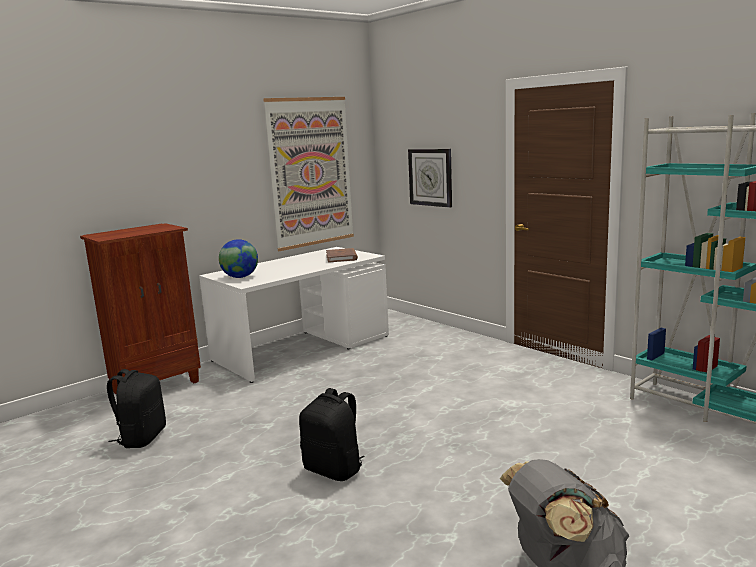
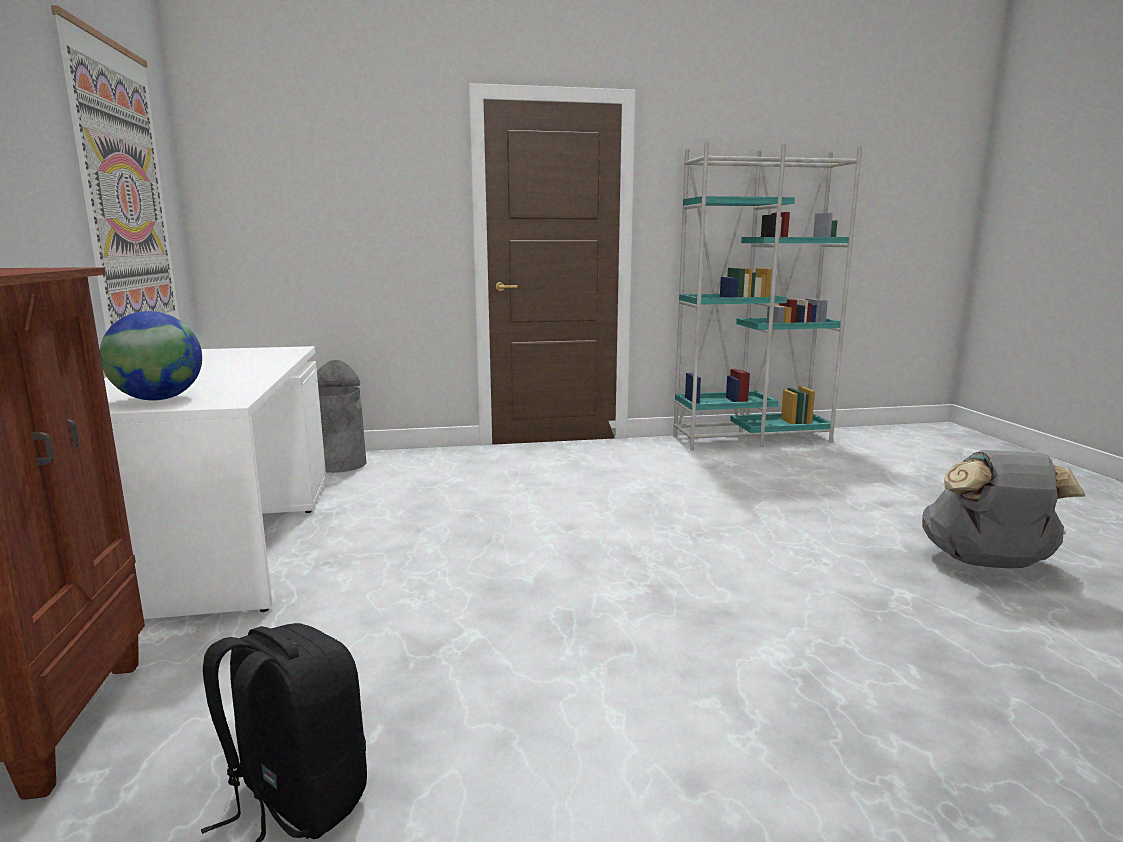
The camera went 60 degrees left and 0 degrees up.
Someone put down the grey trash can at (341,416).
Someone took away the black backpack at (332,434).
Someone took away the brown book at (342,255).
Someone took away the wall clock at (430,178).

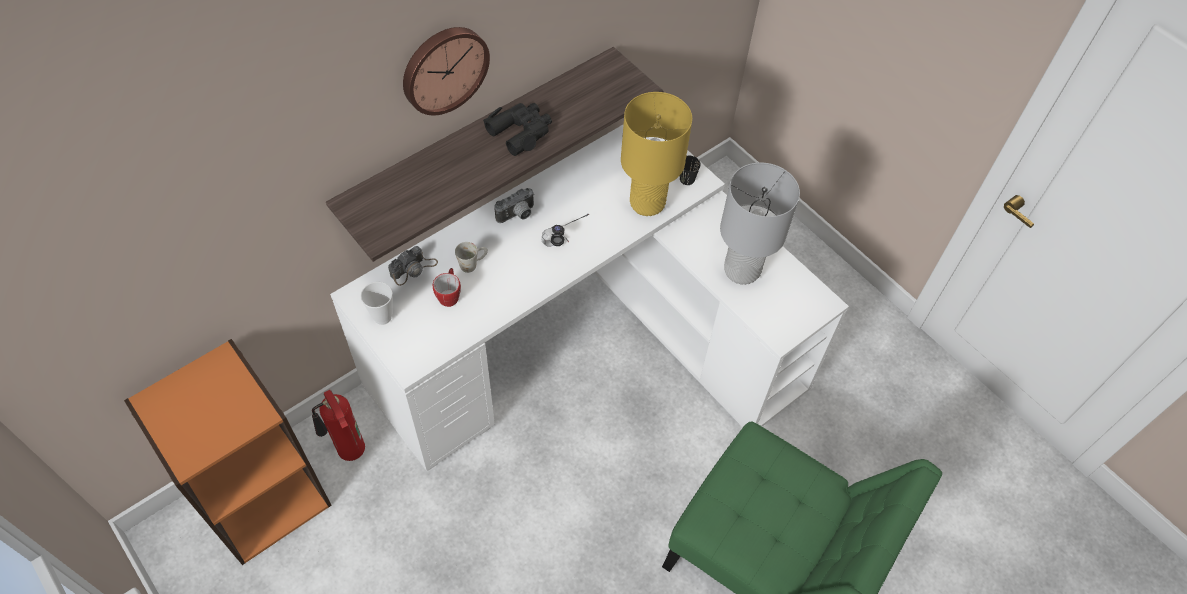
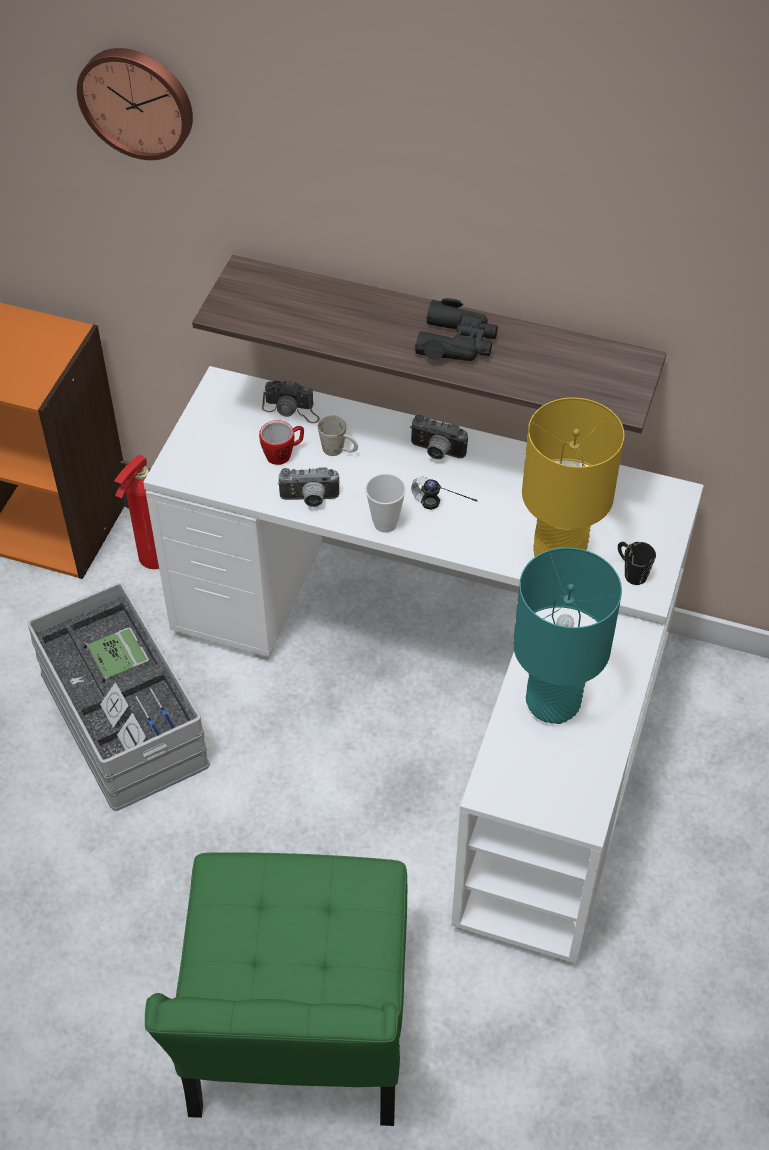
The camera went 60 degrees right and 5 degrees down.
Someone put down the grey storage box at (119,697).
Someone carried the wall clock from (446,71) to (135,104).
Someone put down the photo camera at (309,487).
Someone carried the cup from (377,303) to (385,503).
Someone repainted the grey table lamp at (760,223), which became the turquoise table lamp at (567,635).

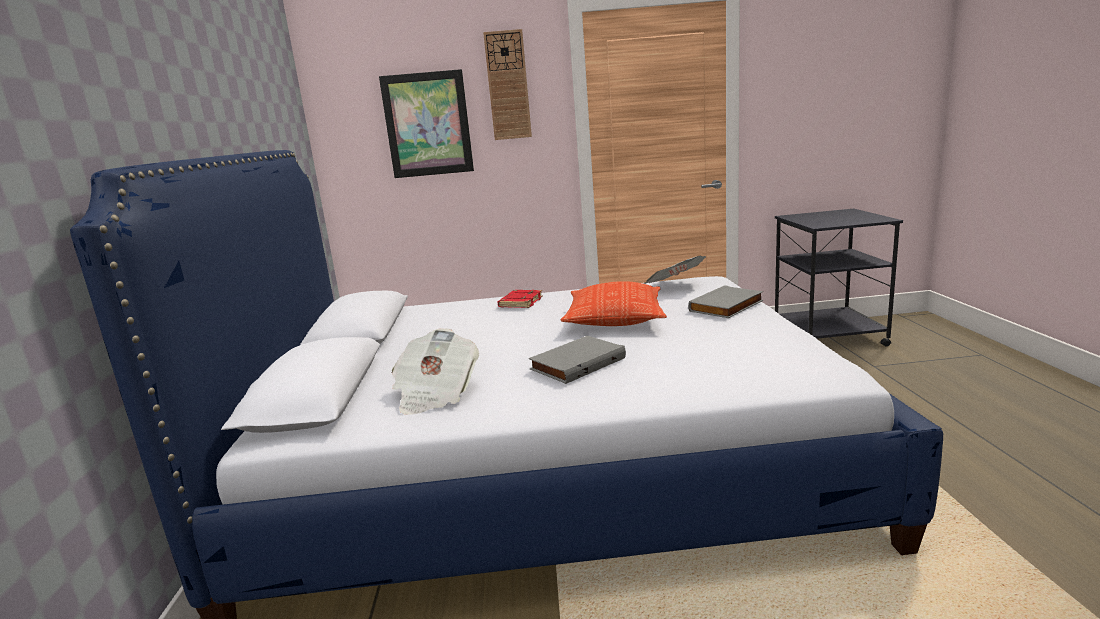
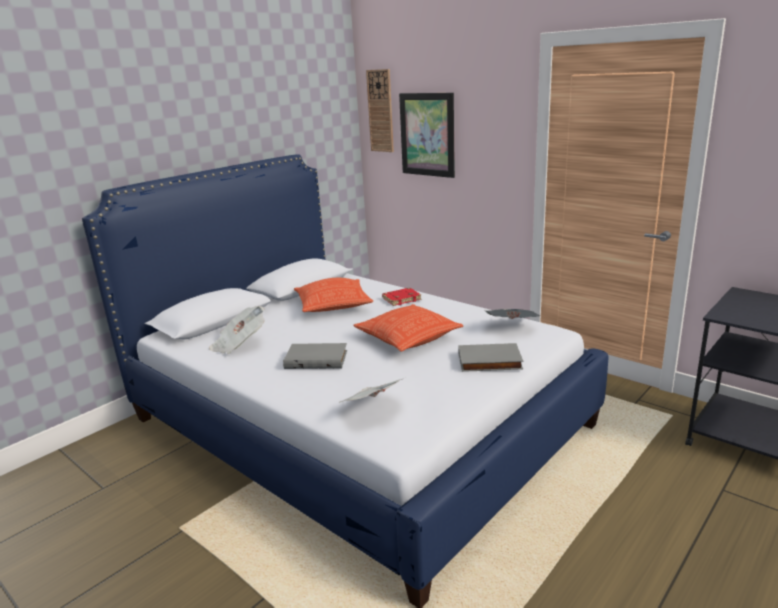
The camera went 45 degrees right and 5 degrees up.
Someone put down the orange pillow at (333,295).
Someone put down the newspaper at (371,390).
Someone carried the wall clock from (507,84) to (380,110).

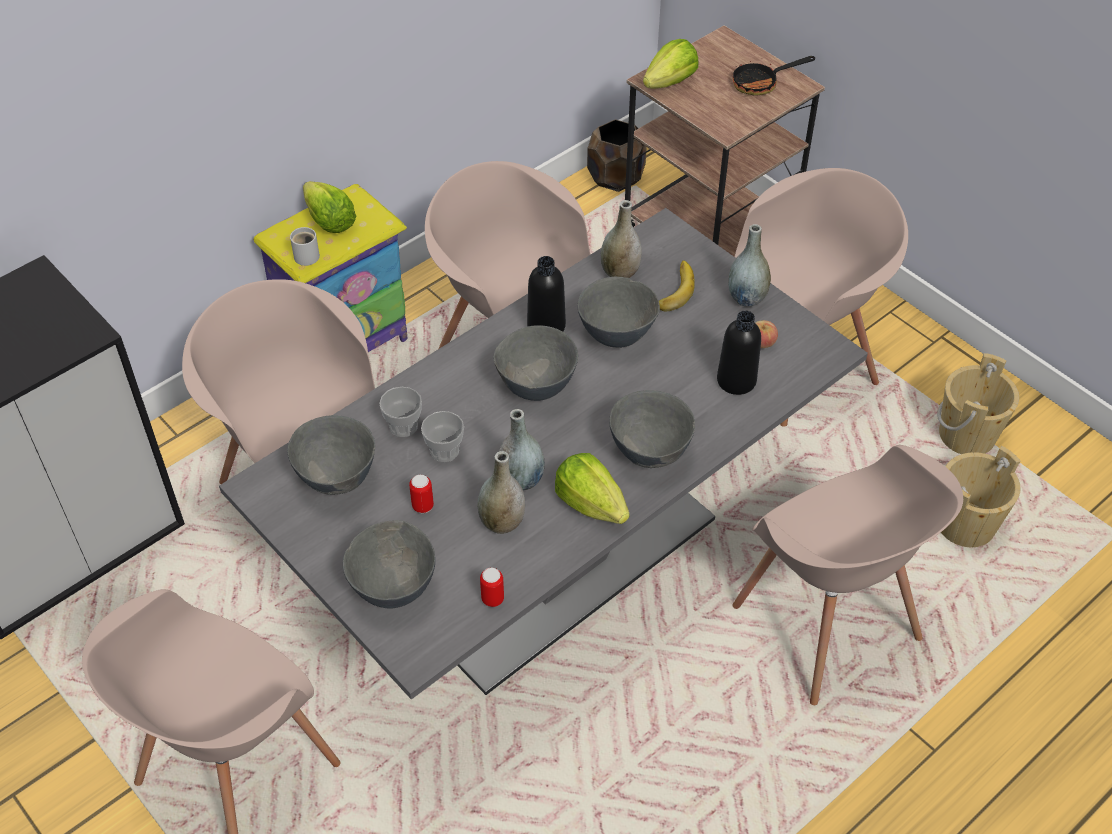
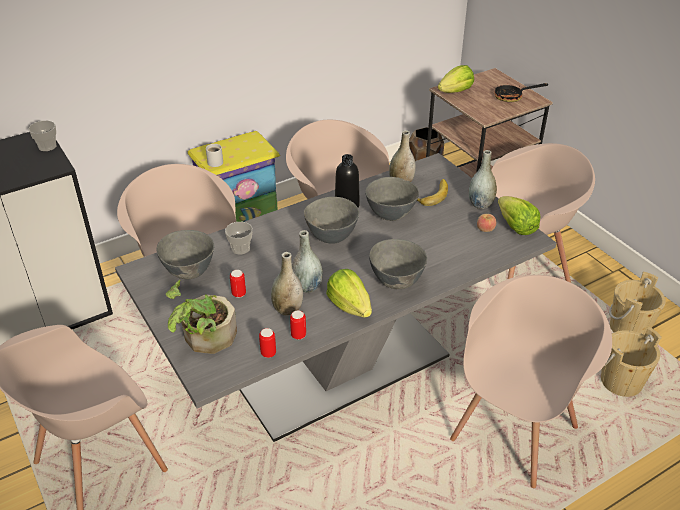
The camera went 10 degrees right and 10 degrees down.
Someone carried the cup from (442,436) to (42,135).
Someone swapped the grey bowl at (389,564) for the potted plant at (201,317).
Someone put down the can at (298,325).
Someone rotated the beige chair at (847,575) by 120 degrees counterclockwise.
Someone carried the lettuce from (329,207) to (519,215).
Someone took away the black bottle at (739,353).

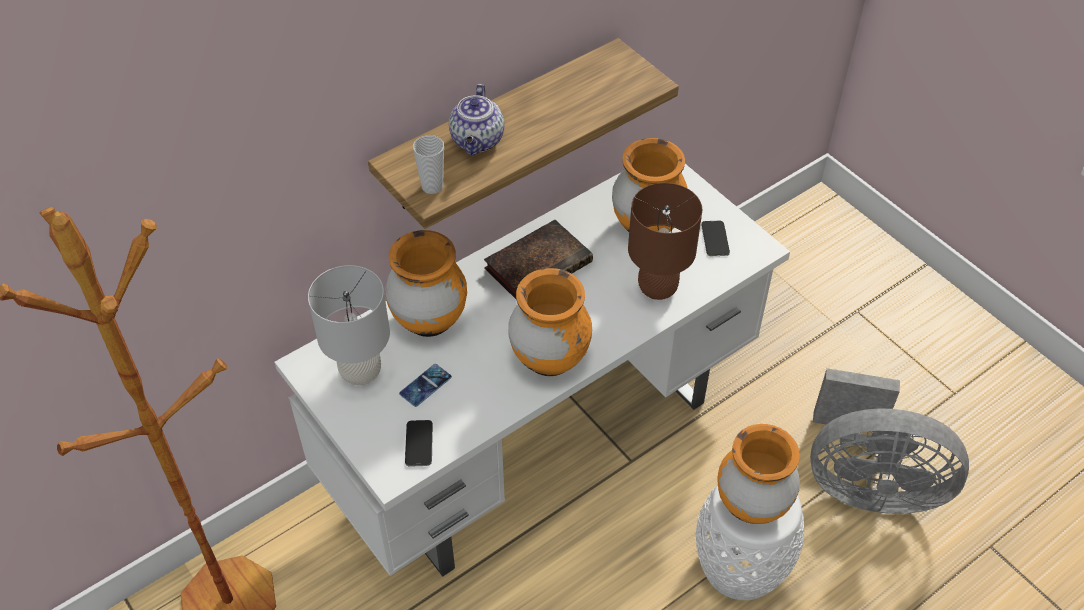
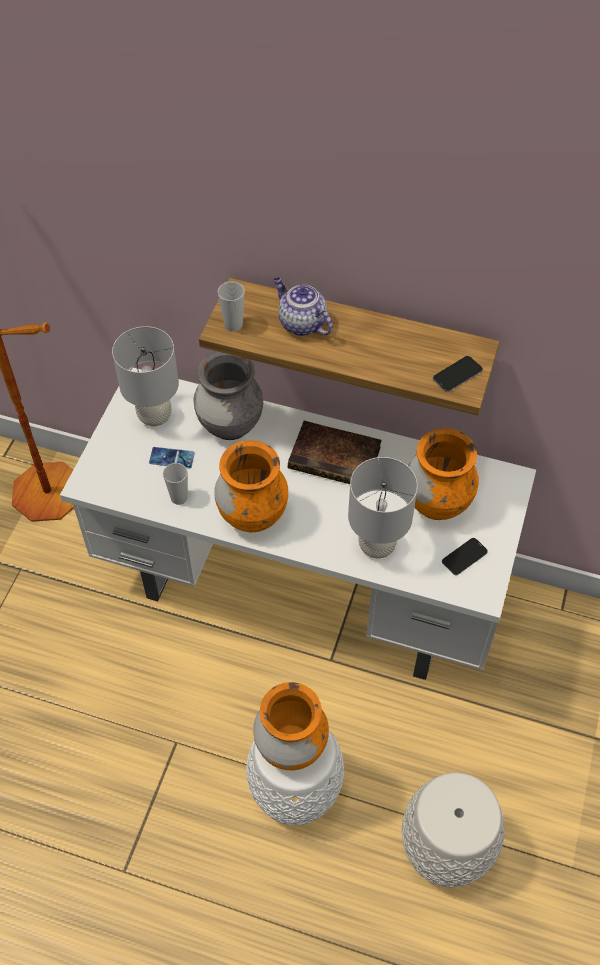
The camera went 55 degrees right and 5 degrees up.
Someone put down the cup at (175,484).
Someone repainted the orange vase at (426,283), which became the grey vase at (228,395).
Someone rotated the teapot at (477,119) by 75 degrees clockwise.
Someone repainted the brown table lamp at (665,241), which became the grey table lamp at (383,507).
Someone swapped the grey fan at (889,441) for the white stool at (453,829).
Someone carried the phone from (419,443) to (458,374).

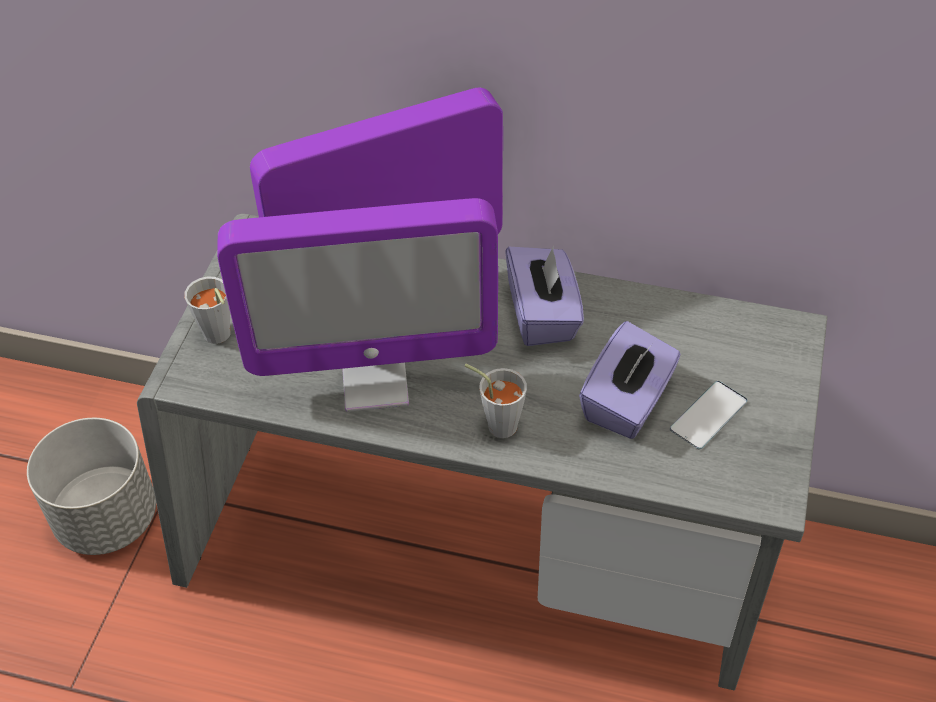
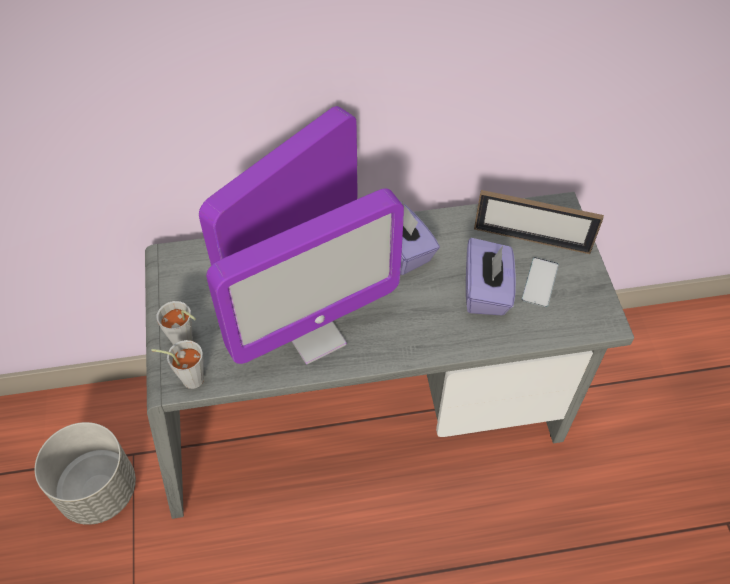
The camera went 25 degrees left and 5 degrees up.
Someone carried the grey cup from (496,401) to (178,364).
Someone put down the picture frame at (539,222).

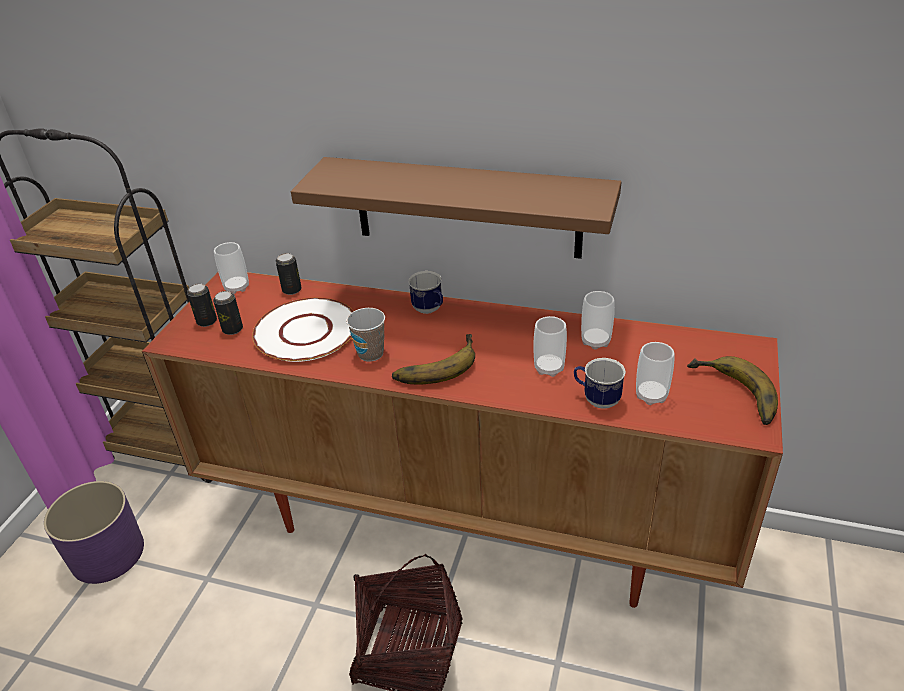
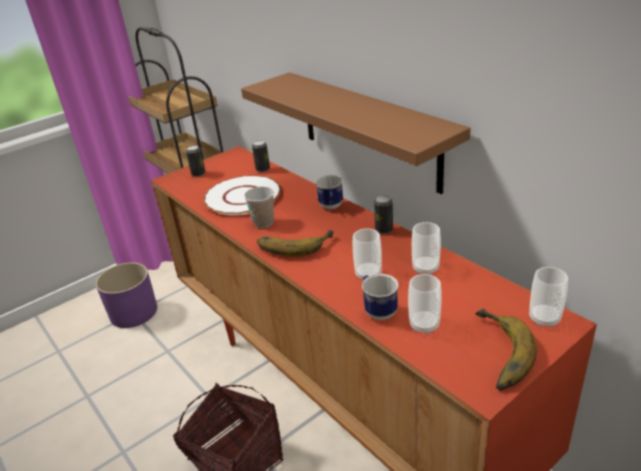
The camera went 35 degrees right and 5 degrees down.
Someone carried the can from (228,313) to (383,214).
Someone carried the cup from (231,268) to (548,297).

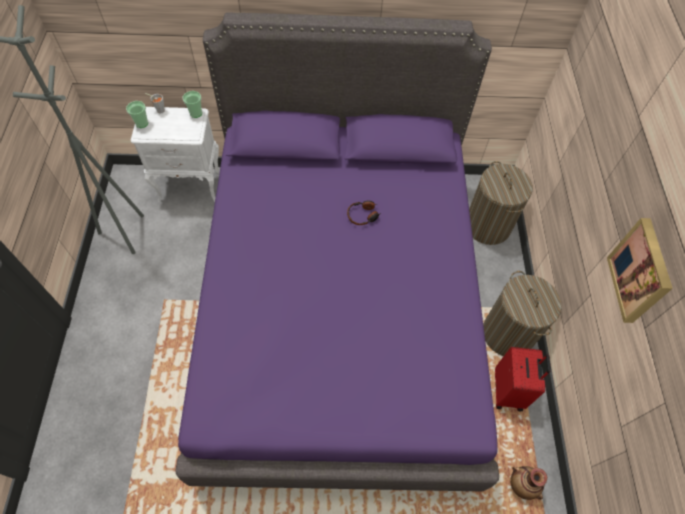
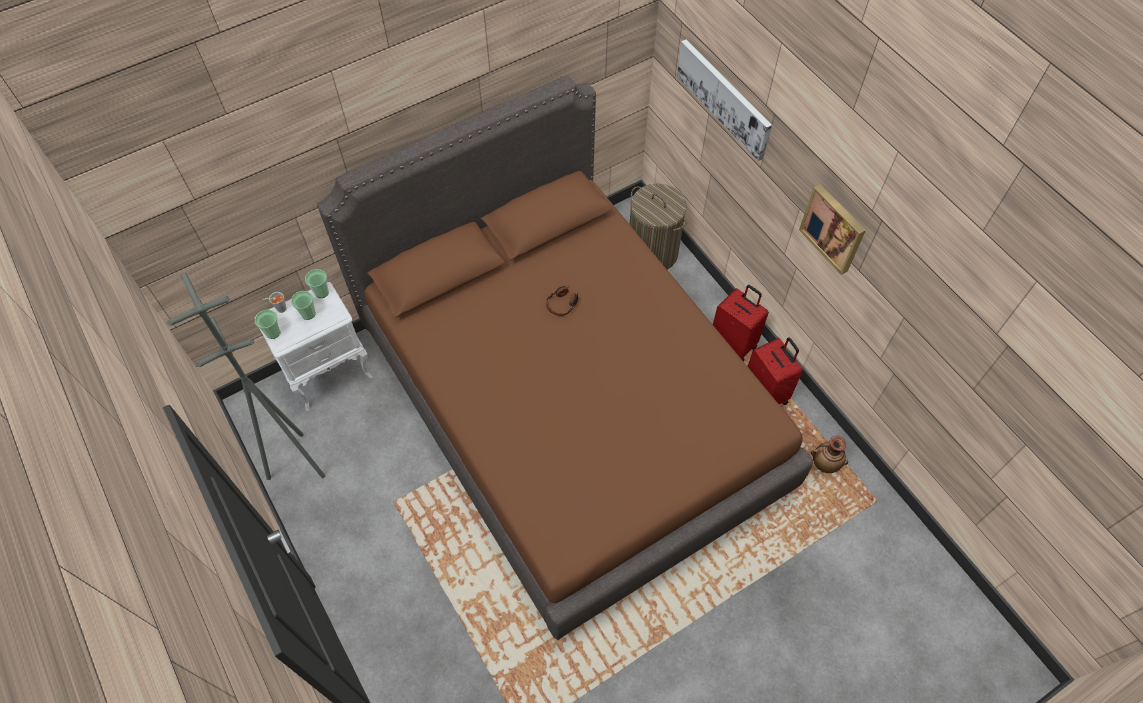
The camera went 30 degrees left and 0 degrees up.
Someone put down the cup at (303,305).
Someone repainted the purple bed at (337,252), which became the brown bed at (565,358).
Someone put up the picture at (724,100).
Someone swapped the laundry basket at (522,313) for the red suitcase at (741,323).

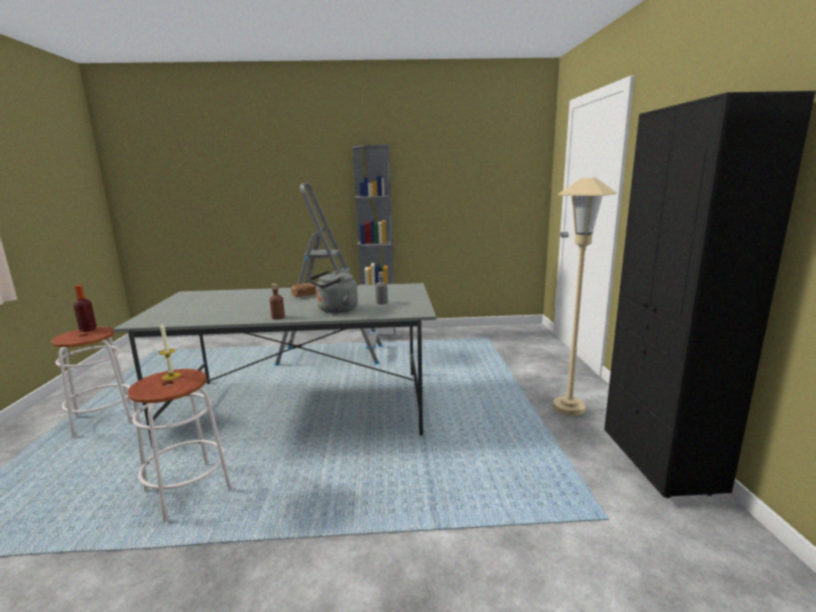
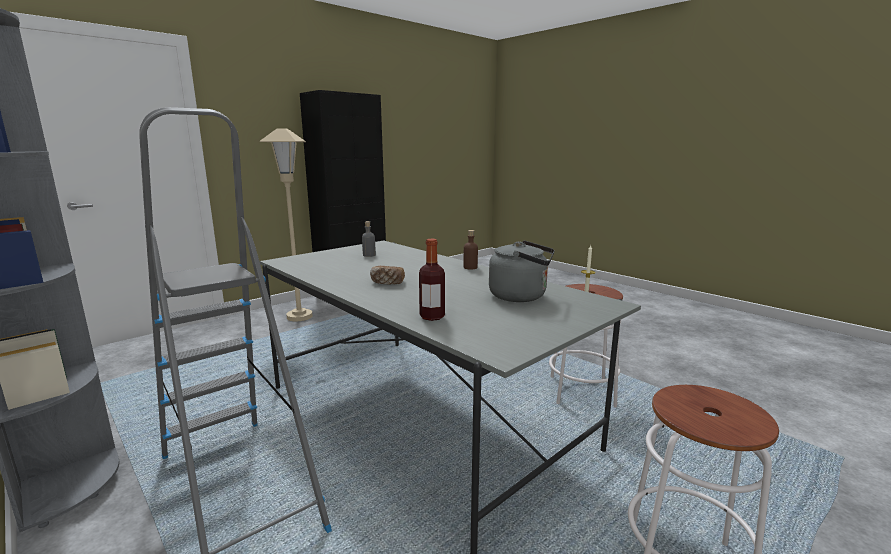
The camera went 130 degrees left and 0 degrees up.
Someone carried the bottle from (85,308) to (432,280).
Someone carried the grey kettle from (333,292) to (522,271).

